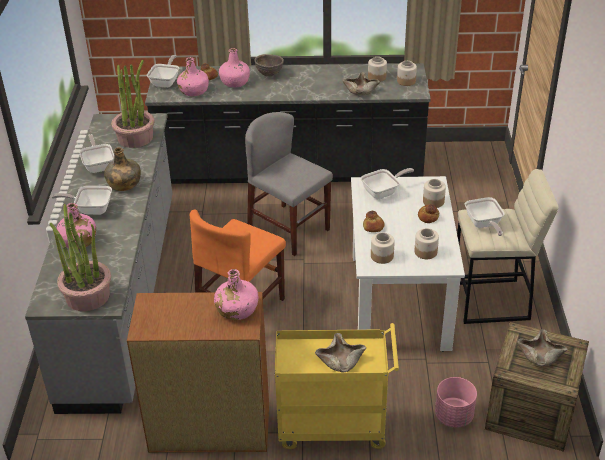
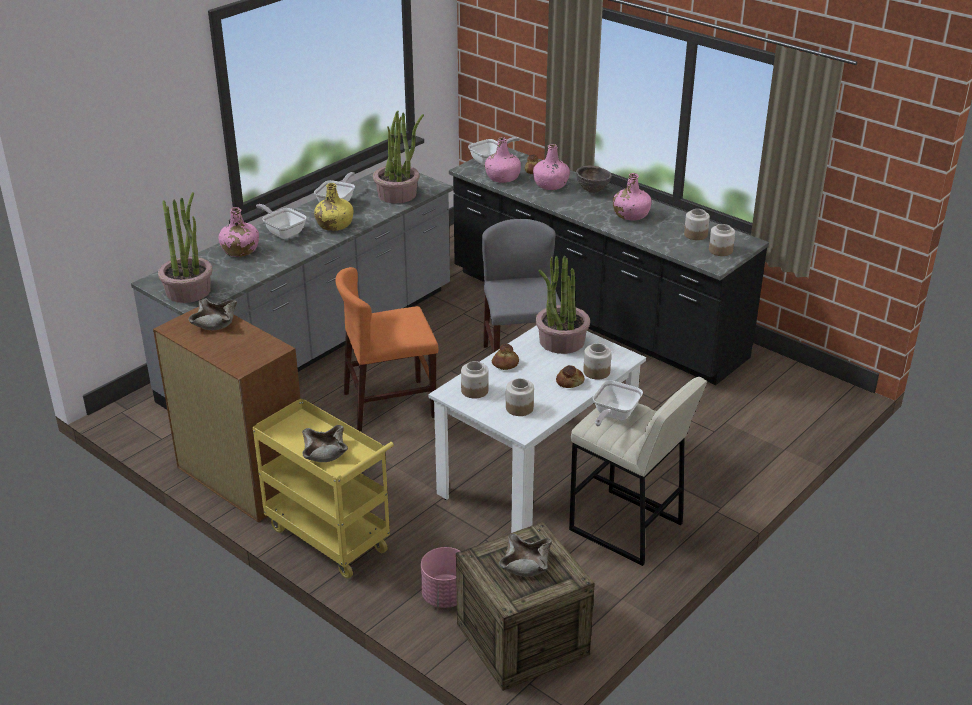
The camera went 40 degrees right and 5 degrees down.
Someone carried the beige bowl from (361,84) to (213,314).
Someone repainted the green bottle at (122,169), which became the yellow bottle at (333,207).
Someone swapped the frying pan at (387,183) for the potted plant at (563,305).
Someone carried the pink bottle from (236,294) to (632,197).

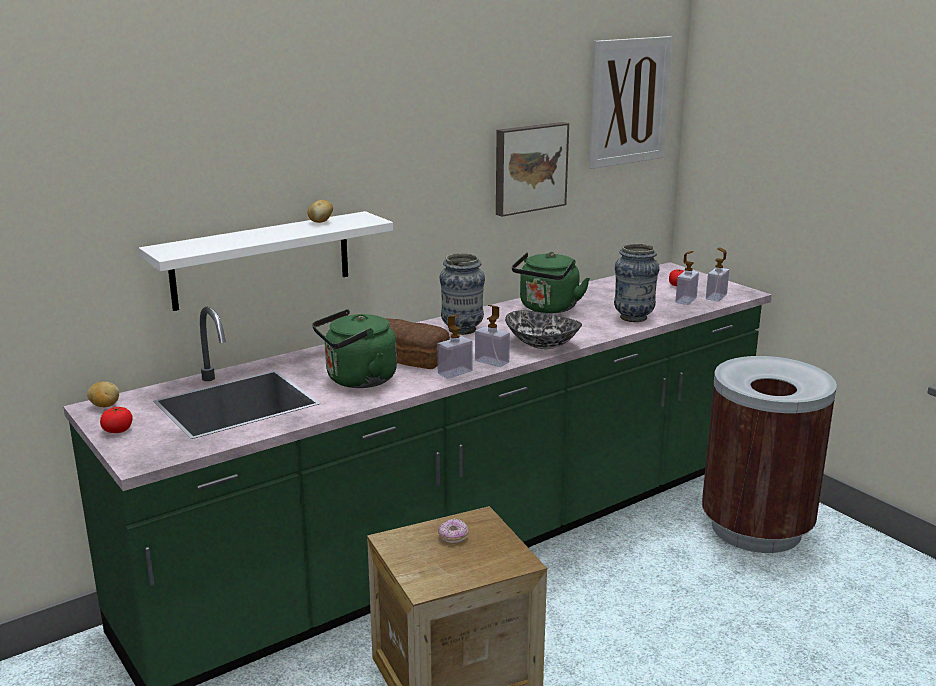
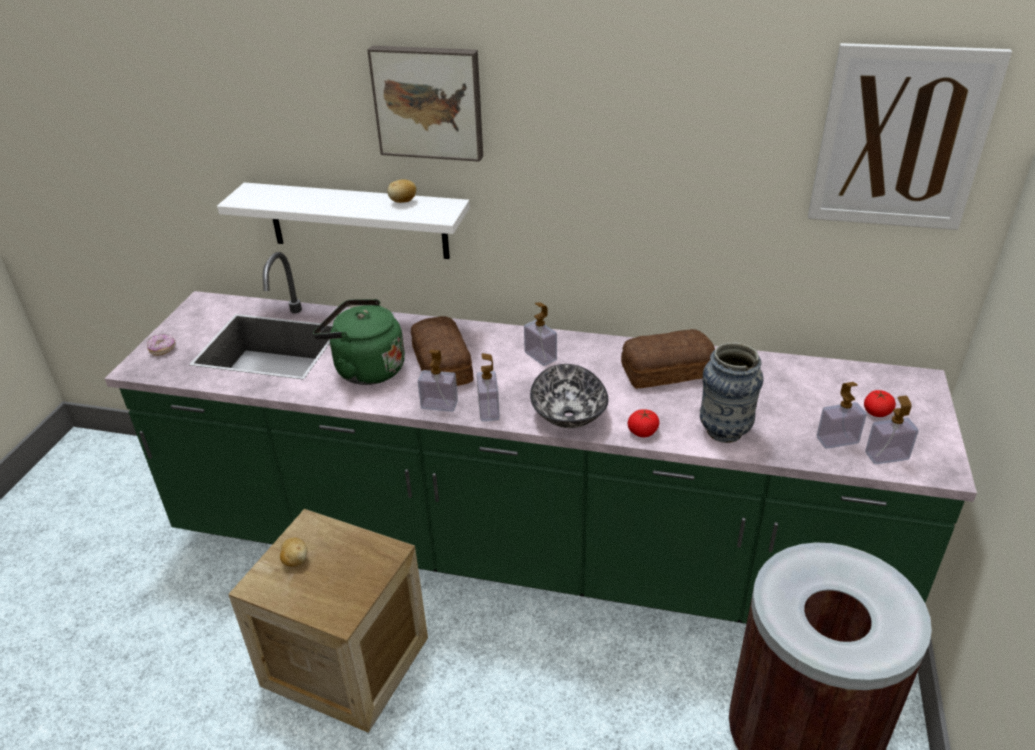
The camera went 50 degrees right and 15 degrees up.
Someone carried the donut from (453,531) to (161,345).
Someone carried the potato from (103,394) to (293,552).
Someone carried the picture from (532,169) to (425,103).
Someone swapped the vase at (462,294) for the soap dispenser at (540,334).
Someone swapped the green kettle at (551,282) for the bread at (668,359).
Someone carried the tomato from (116,420) to (643,423).

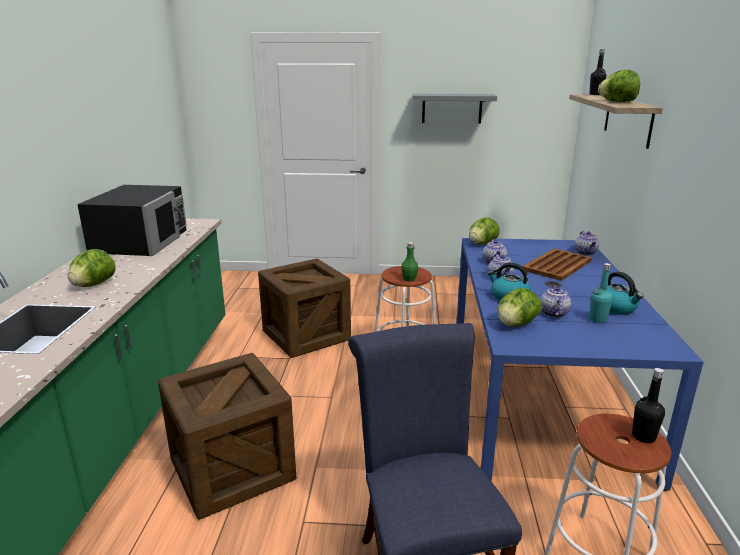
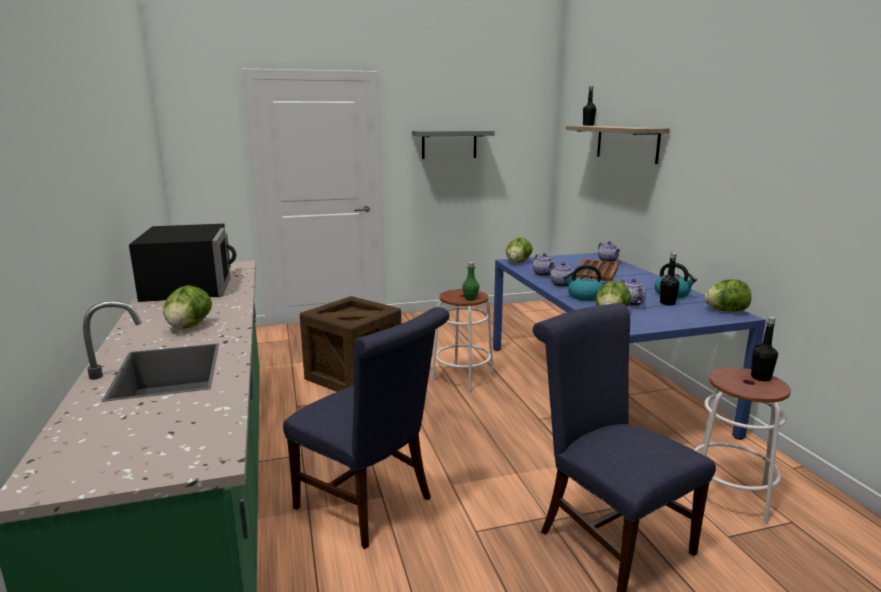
The camera went 20 degrees left and 5 degrees down.
Someone swapped the crate at (227,436) for the blue chair at (366,428).
Someone repainted the turquoise bottle at (601,293), which became the black bottle at (670,279).
Someone carried the lettuce from (619,86) to (727,295).

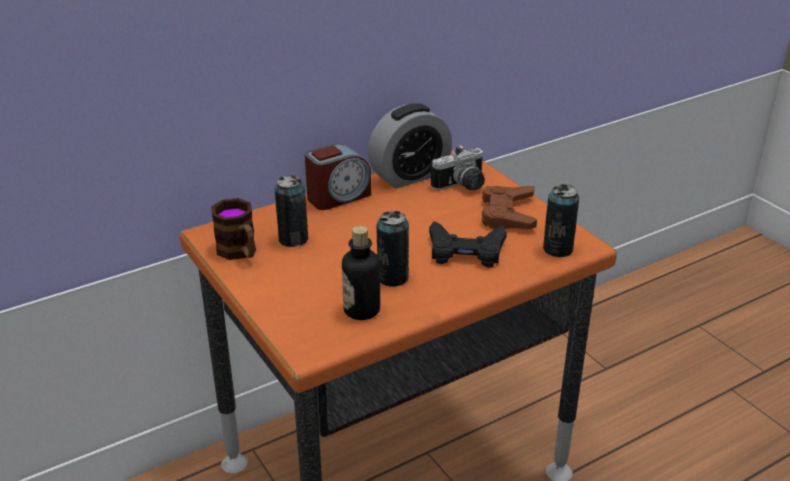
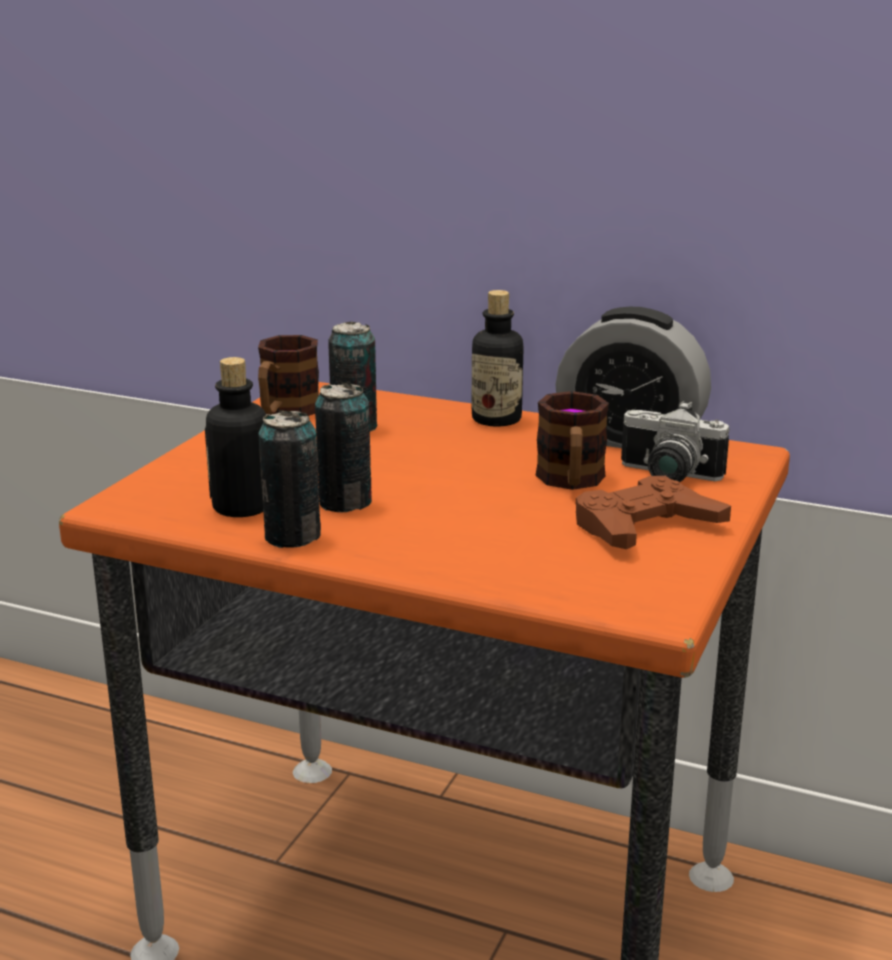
The camera went 55 degrees right and 10 degrees down.
Someone carried the can from (561,220) to (289,479).
Someone swapped the alarm clock at (338,177) for the bottle at (497,358).
Someone put down the mug at (572,440).
Someone took away the black game controller at (468,244).

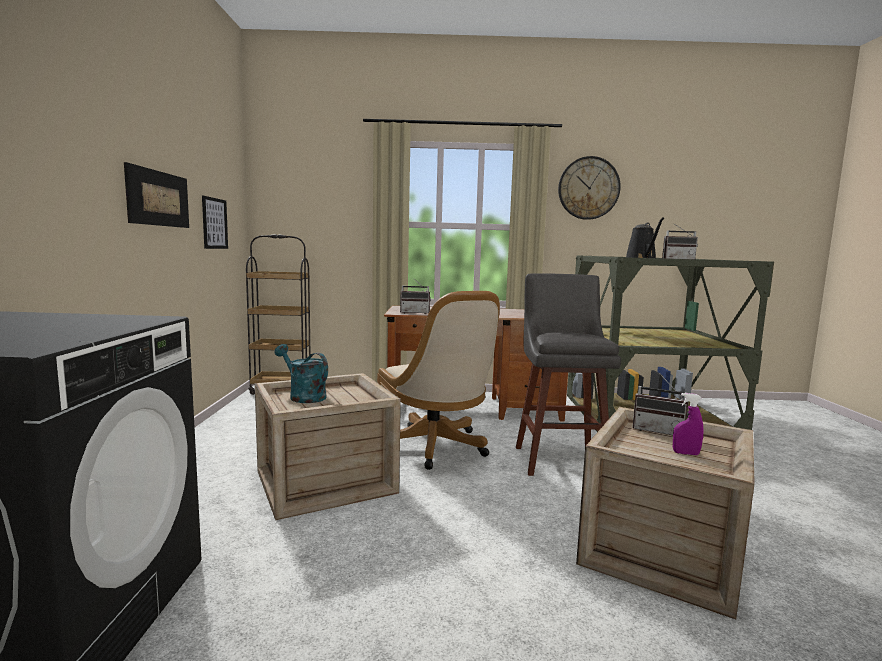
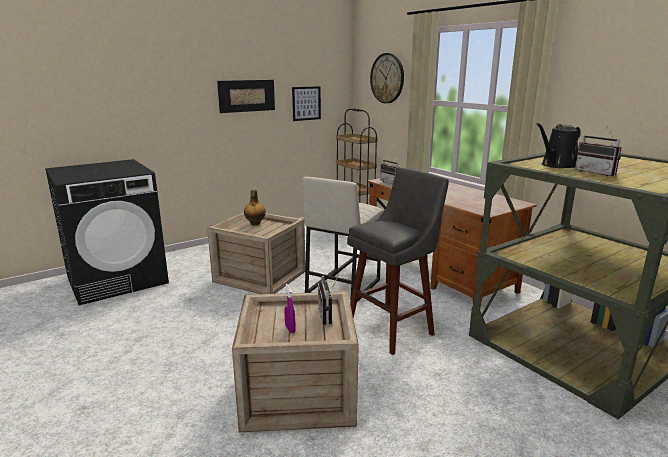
The camera went 55 degrees right and 10 degrees up.
Someone swapped the turquoise watering can at (301,373) for the bottle at (255,207).
Someone swapped the office chair at (438,380) for the beige stool at (342,240).
Someone carried the wall clock from (589,188) to (387,78).

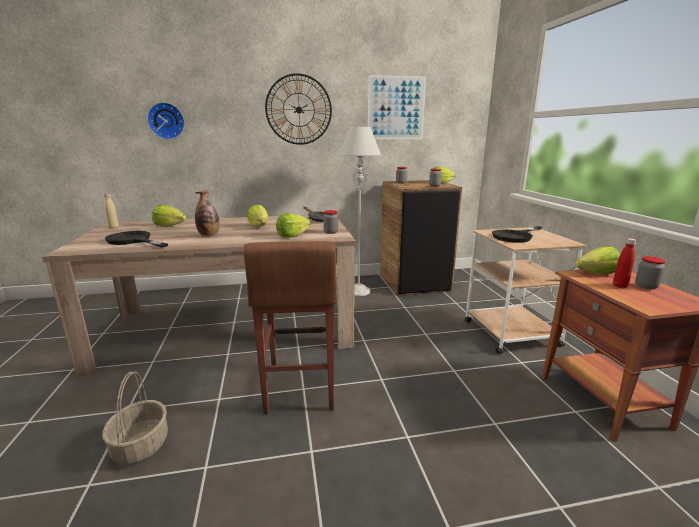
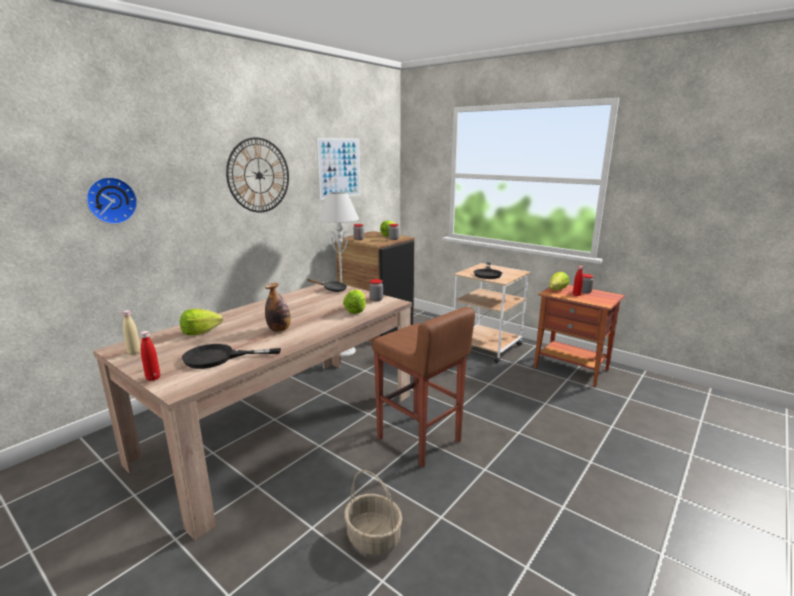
The camera went 40 degrees left and 0 degrees up.
Someone put down the red bottle at (150,356).
Someone took away the lettuce at (258,216).

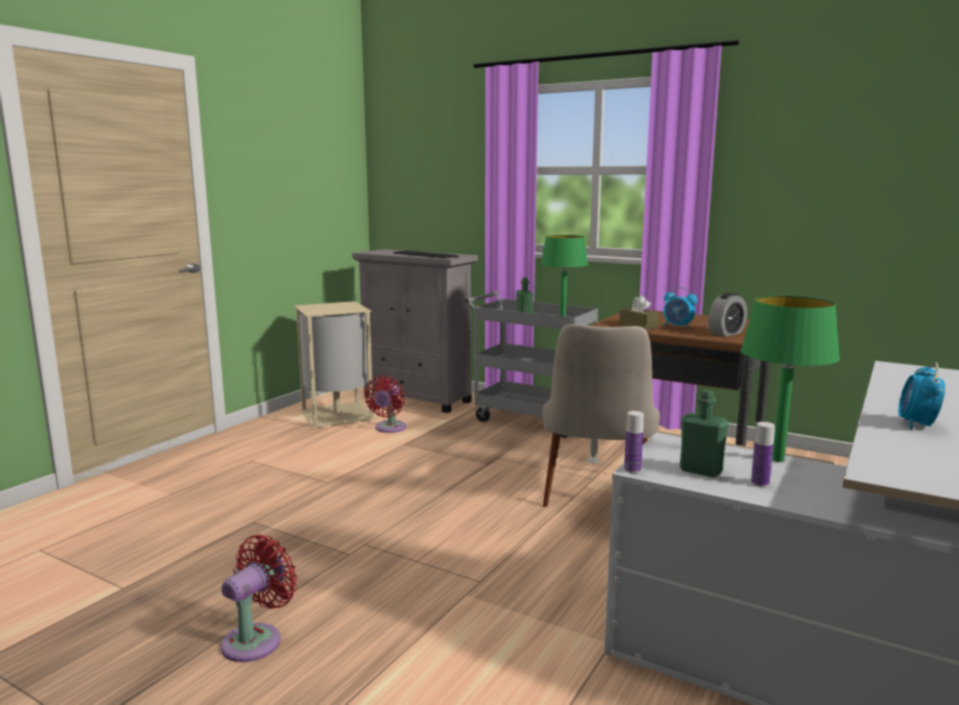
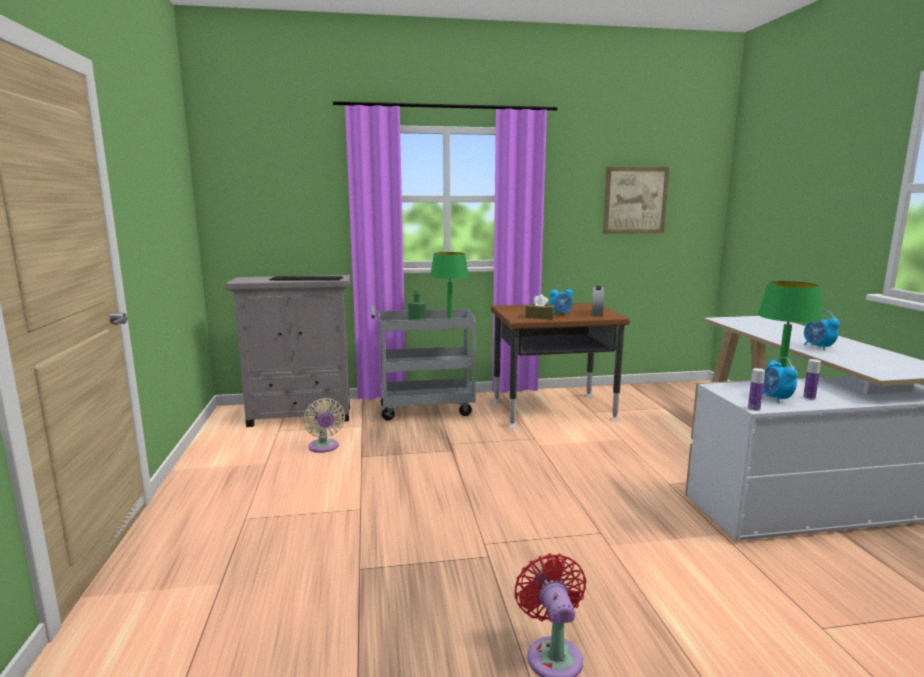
The camera went 40 degrees left and 0 degrees up.
Someone repainted the red fan at (385,404), which became the beige fan at (324,425).
Someone put up the picture at (636,200).
Someone swapped the green bottle at (704,433) for the alarm clock at (780,380).
Someone took away the beige trash can at (335,364).
Someone took away the beige chair at (601,415).

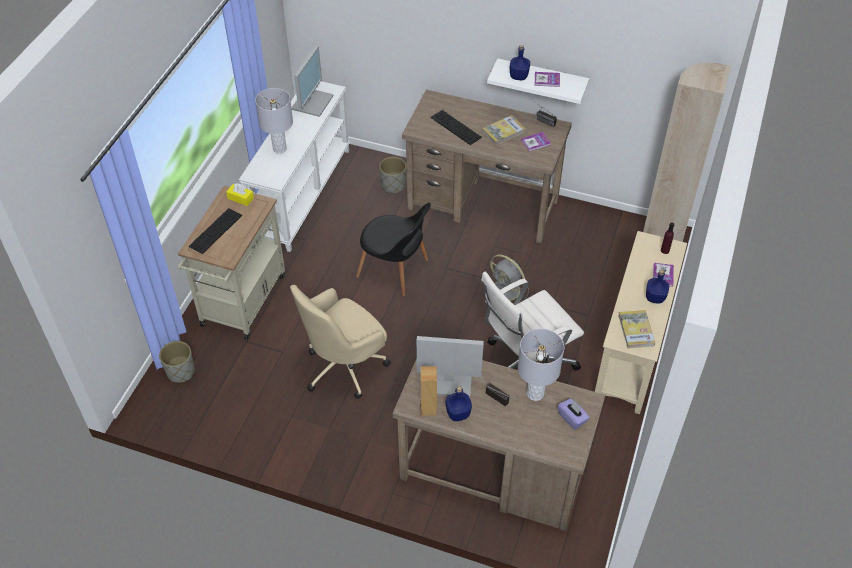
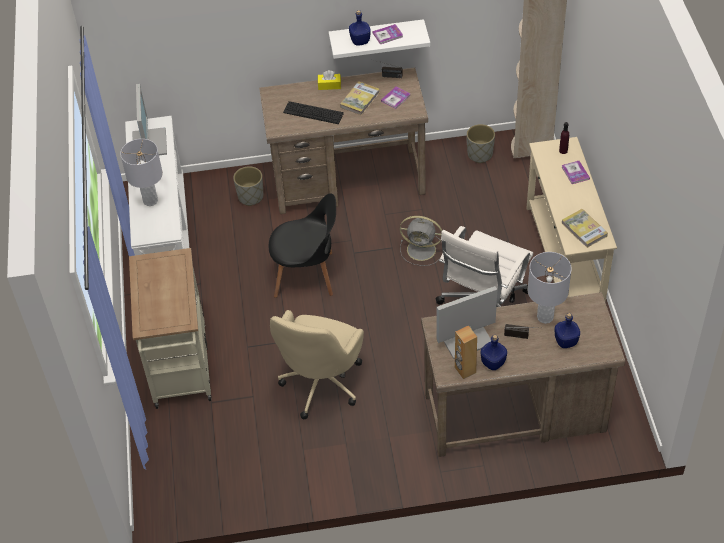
The camera went 25 degrees left and 0 degrees up.
Someone carried the yellow tissue box from (240,194) to (329,80).
Someone carried the grey planter from (177,362) to (481,143).
Someone carried the blue bottle from (657,287) to (567,330).
Someone took away the keyboard at (215,231).
Someone took away the purple tissue box at (574,414).

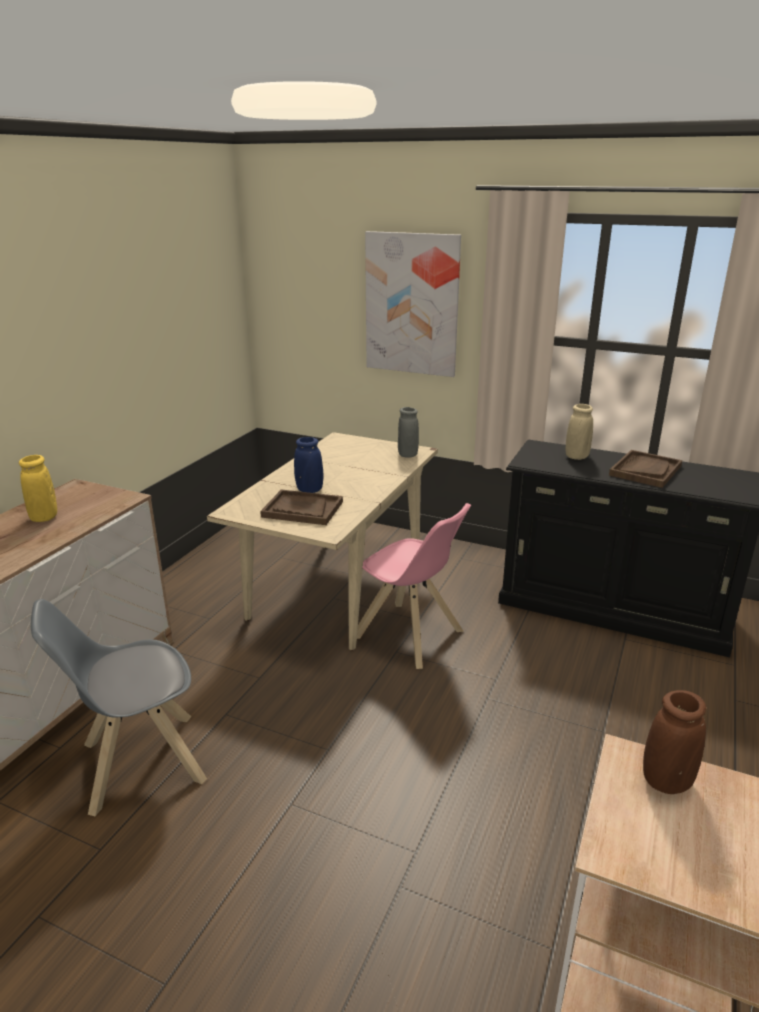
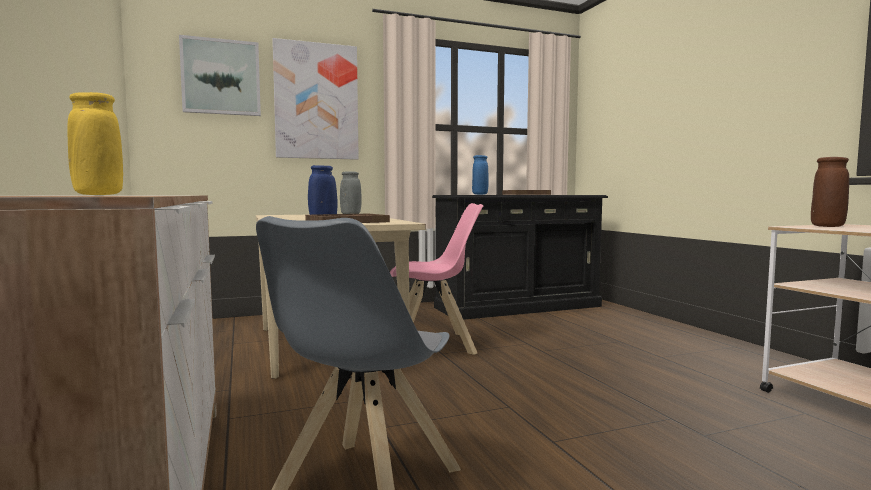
The camera went 45 degrees left and 20 degrees down.
Someone put up the picture at (220,75).
Someone repainted the beige vase at (579,432), which became the blue vase at (480,175).

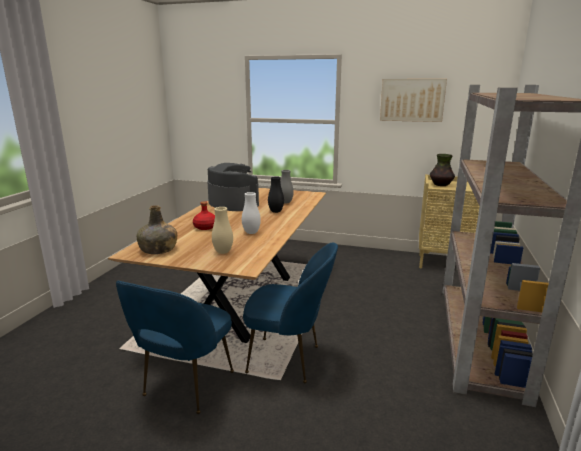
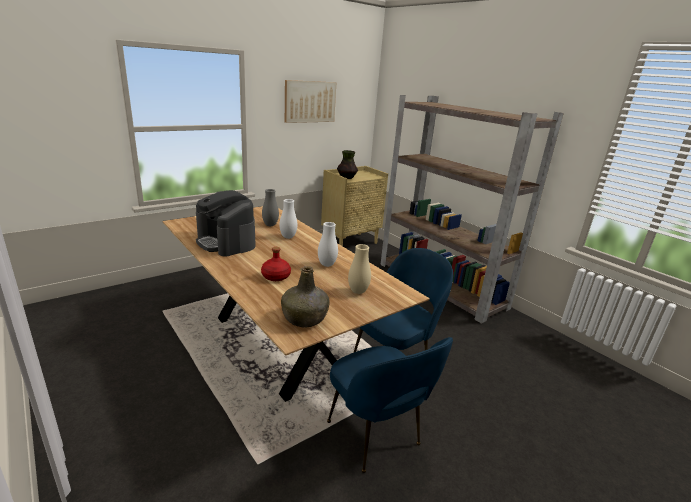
The camera went 55 degrees left and 5 degrees up.
Someone rotated the coffee machine at (233,187) by 120 degrees counterclockwise.
Someone repainted the black vase at (276,194), which became the white vase at (288,219).

